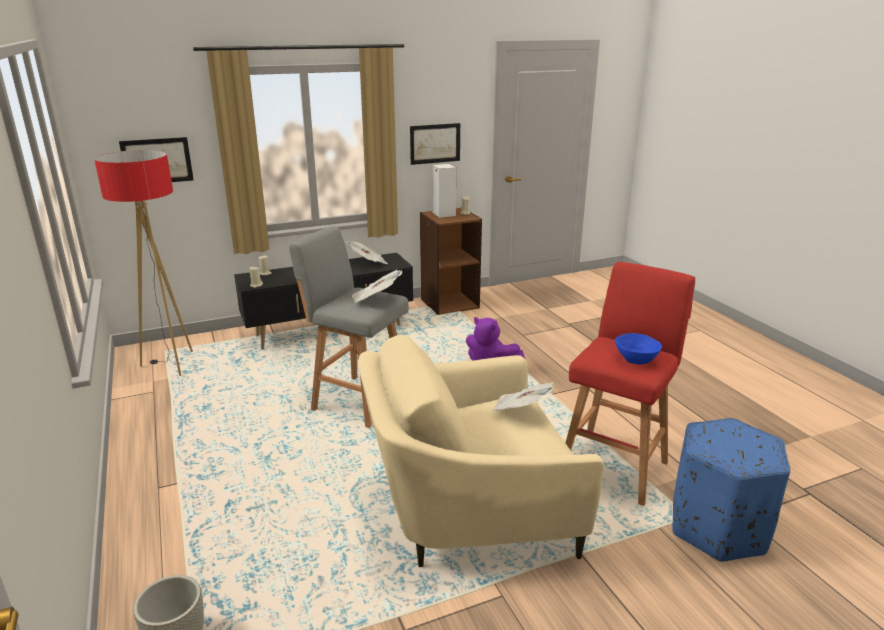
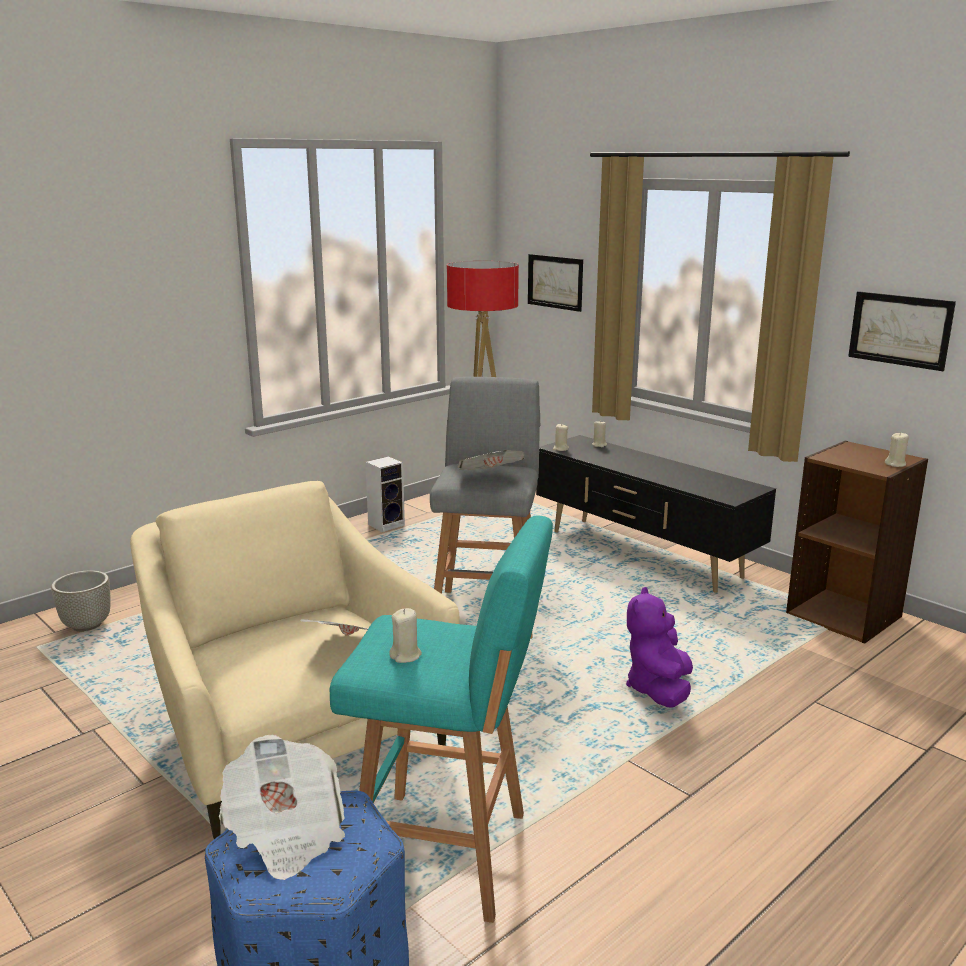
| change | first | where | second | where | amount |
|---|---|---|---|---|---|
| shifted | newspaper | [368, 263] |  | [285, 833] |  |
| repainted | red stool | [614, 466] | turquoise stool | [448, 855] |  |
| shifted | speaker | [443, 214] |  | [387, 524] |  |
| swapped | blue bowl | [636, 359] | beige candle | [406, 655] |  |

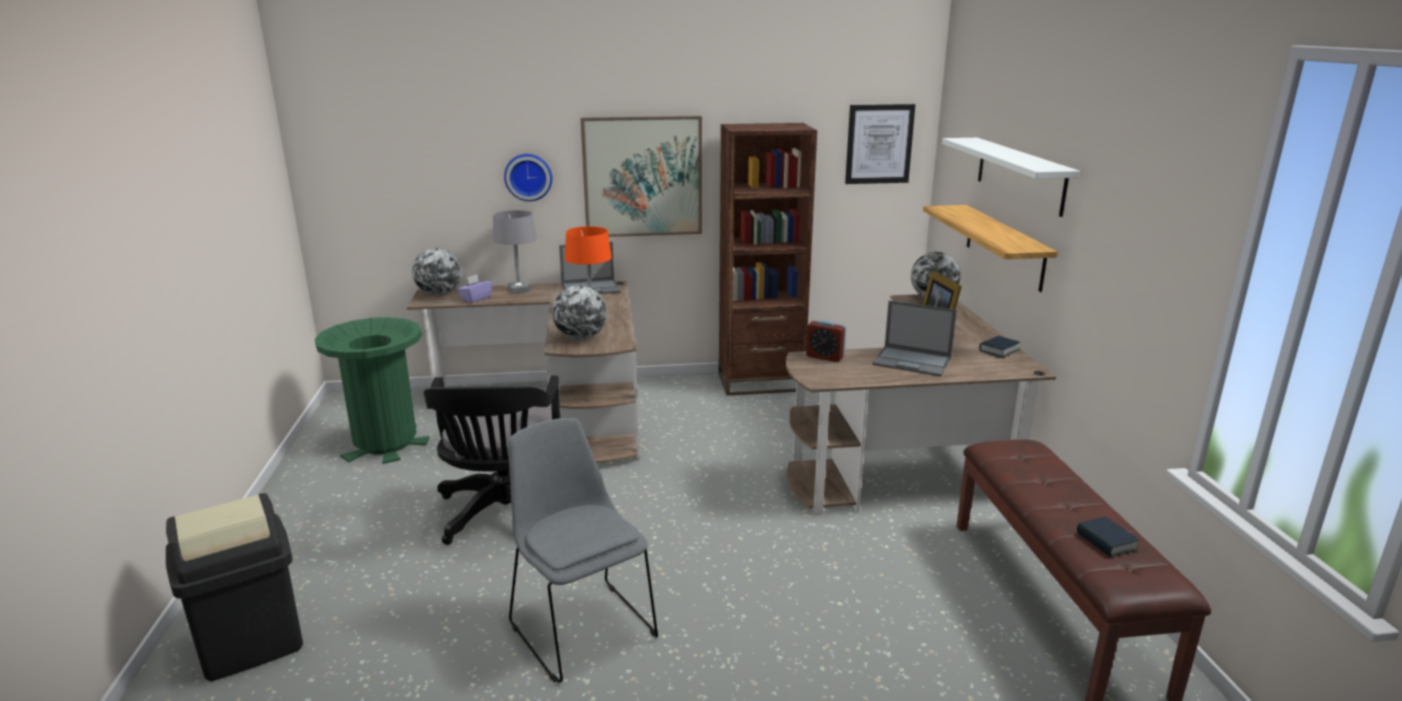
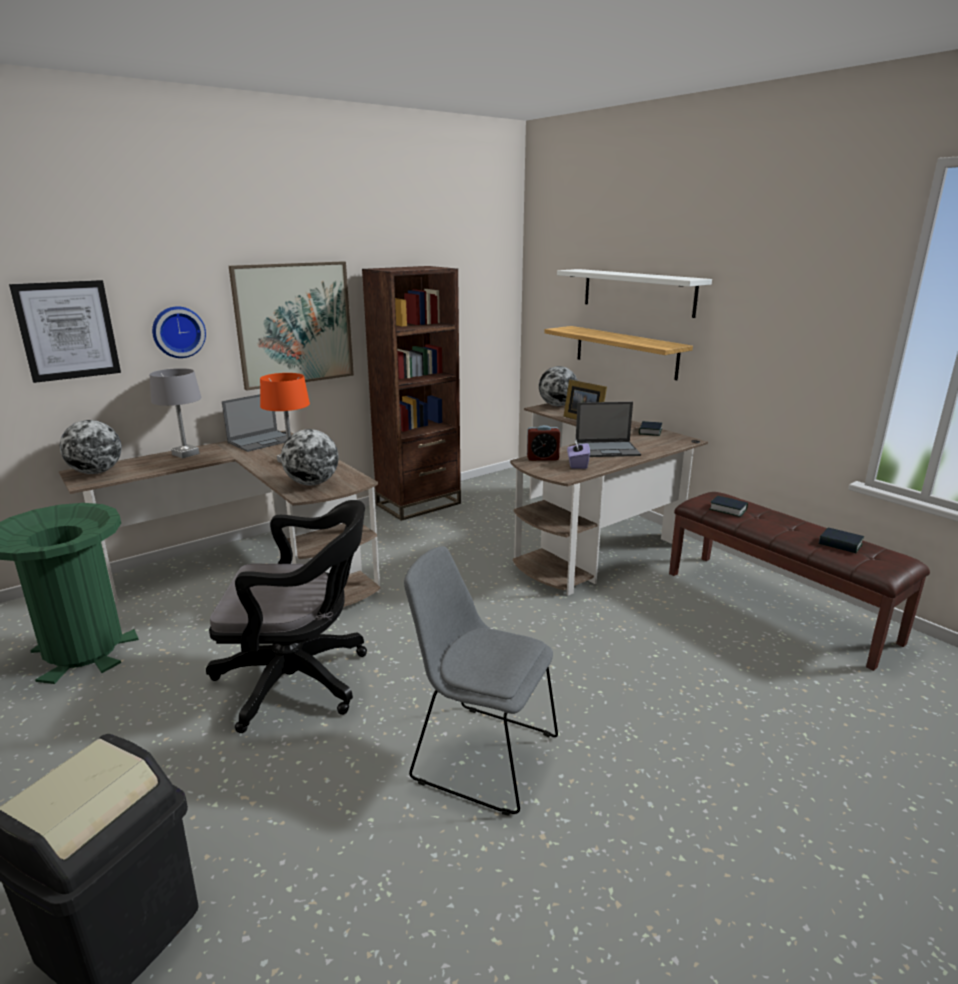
| change | first | where | second | where | amount |
|---|---|---|---|---|---|
| shifted | picture | [879, 144] |  | [67, 330] |  |
| rotated | black office chair | [505, 516] |  | [301, 681] | 60 degrees counterclockwise |
| shifted | purple tissue box | [475, 298] |  | [577, 464] |  |
| new |  |  | book | [728, 509] |  |

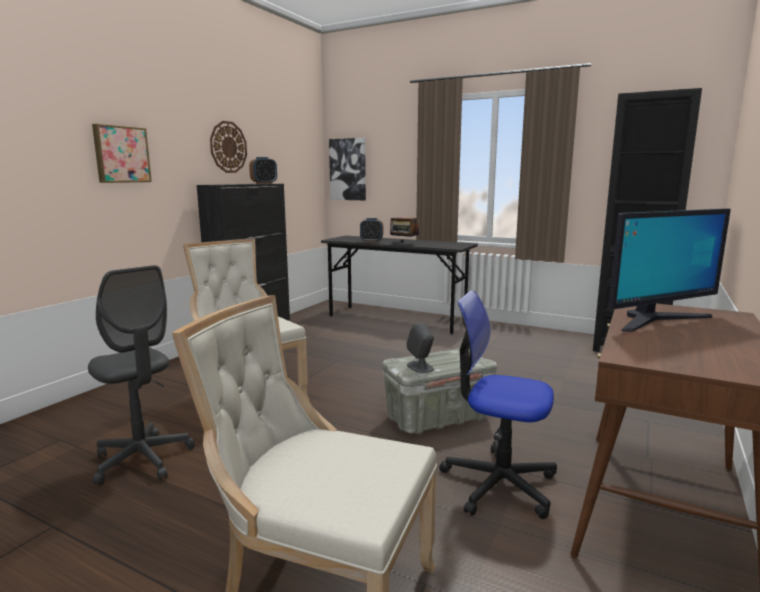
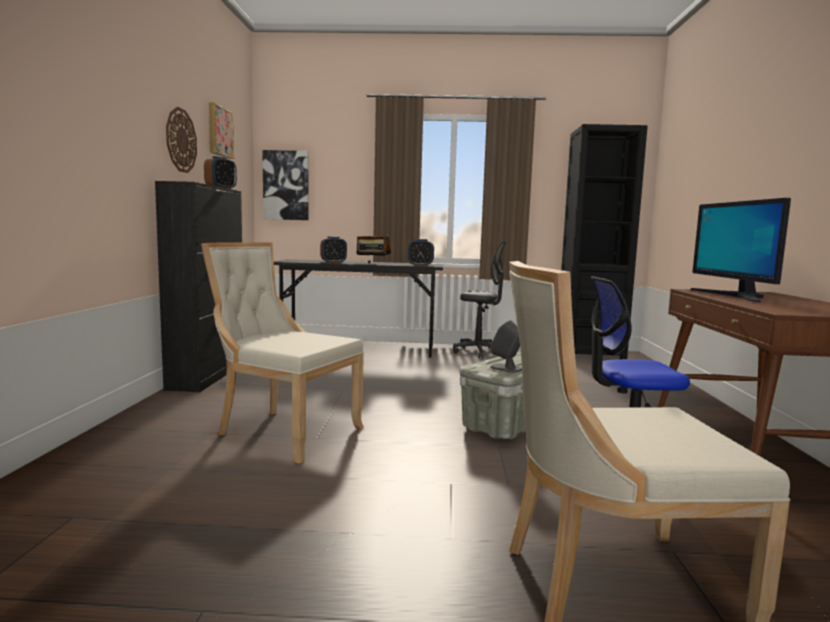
| change | first | where | second | where | amount |
|---|---|---|---|---|---|
| shifted | picture | [121, 154] |  | [219, 132] |  |
| new |  |  | alarm clock | [420, 265] |  |
| shifted | grey office chair | [143, 460] |  | [479, 352] |  |
| rotated | monitor | [656, 320] |  | [734, 296] | 135 degrees clockwise |

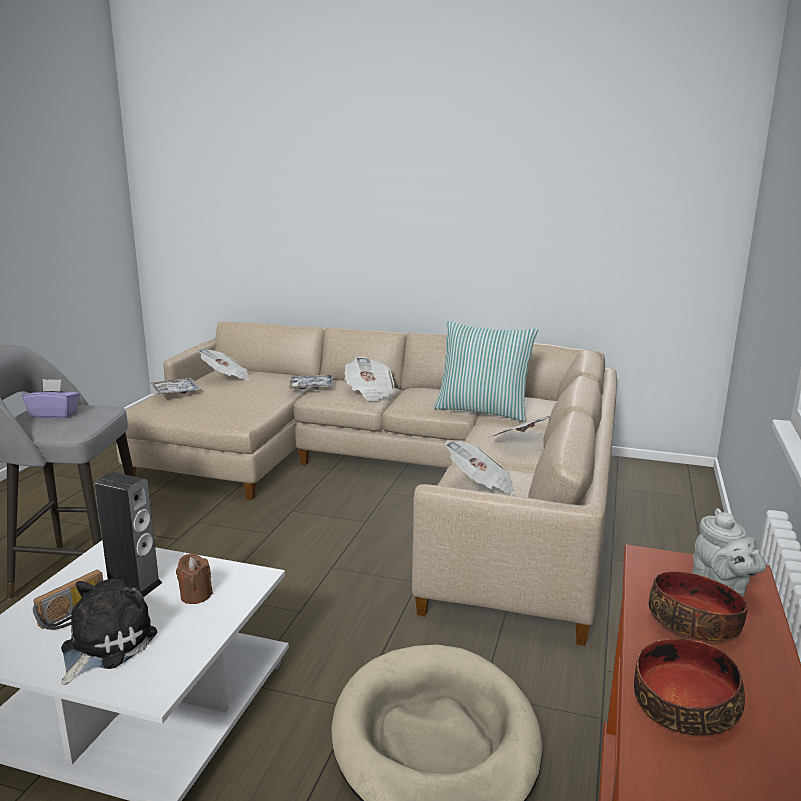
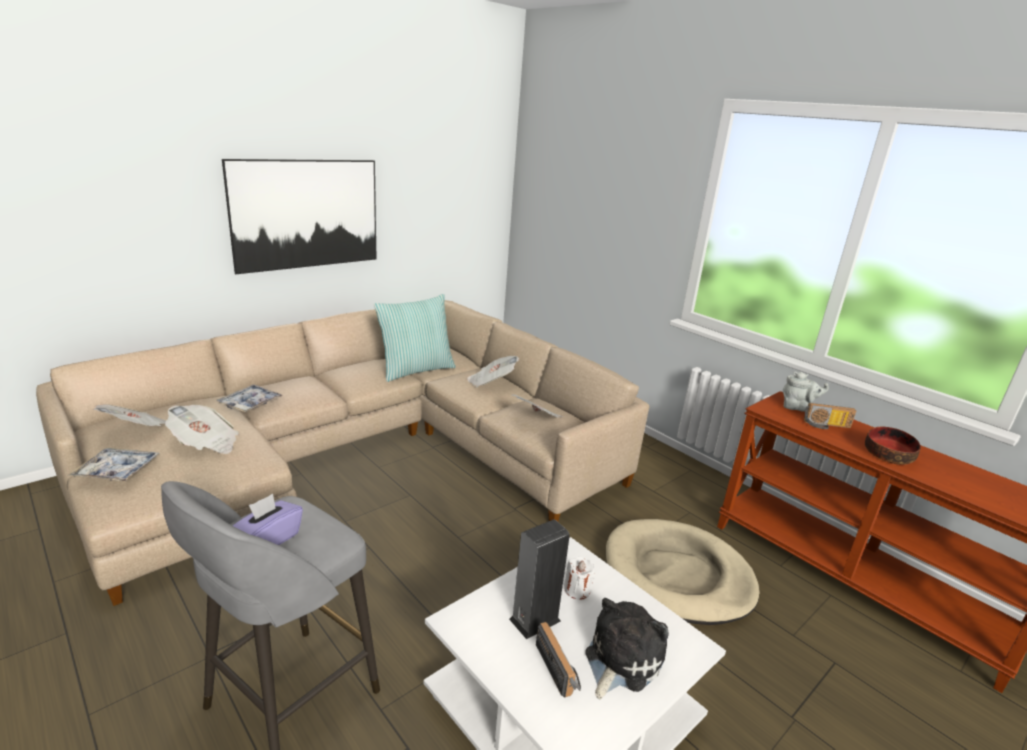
| change | first | where | second | where | amount |
|---|---|---|---|---|---|
| shifted | newspaper | [369, 393] |  | [206, 444] |  |
| new |  |  | picture | [307, 214] |  |
| repainted | brown candle | [196, 595] | white candle | [577, 590] |  |
| rotated | plush toy | [104, 645] |  | [620, 660] | 75 degrees clockwise |
| swapped | bowl | [694, 623] | radio | [826, 426] |  |

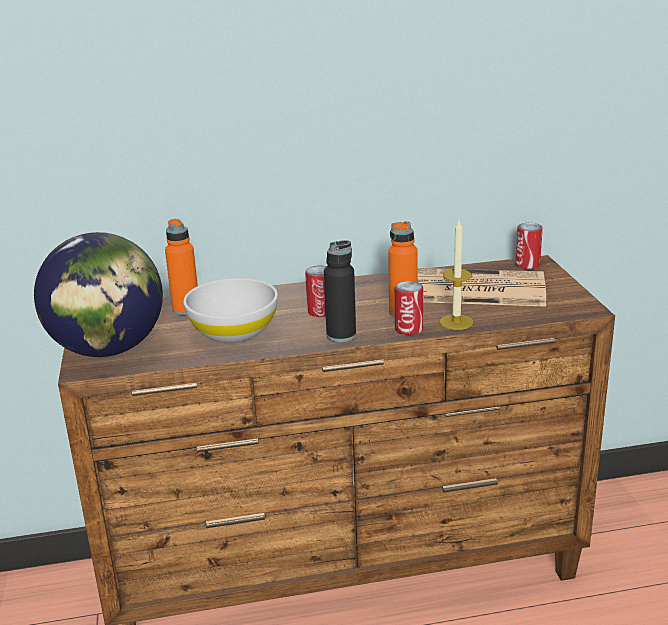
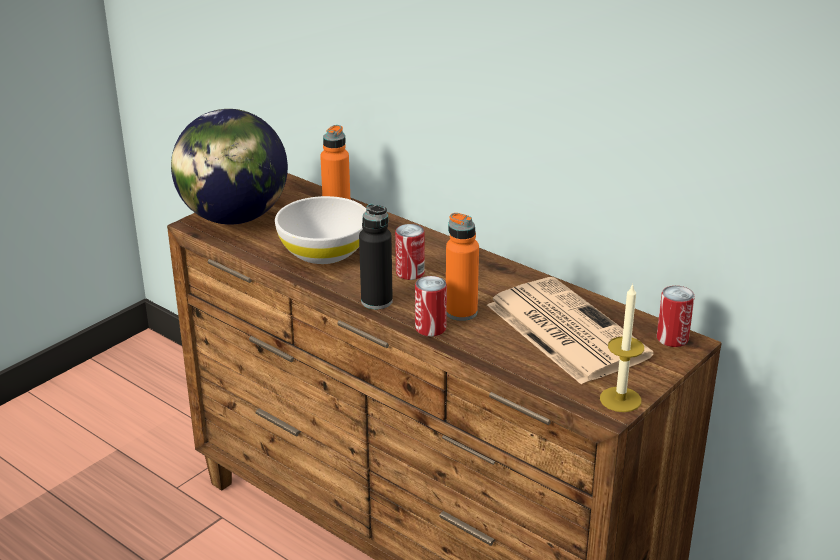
| change | first | where | second | where | amount |
|---|---|---|---|---|---|
| shifted | candle | [456, 322] |  | [620, 399] |  |

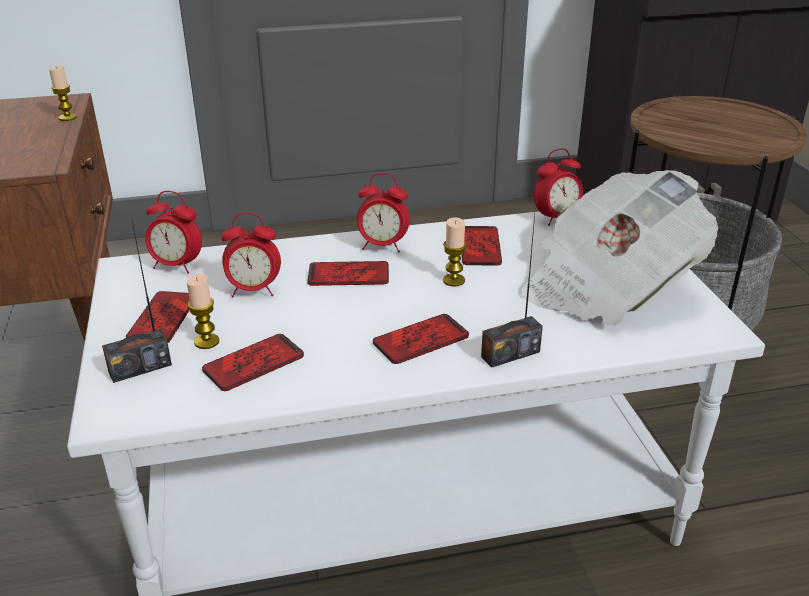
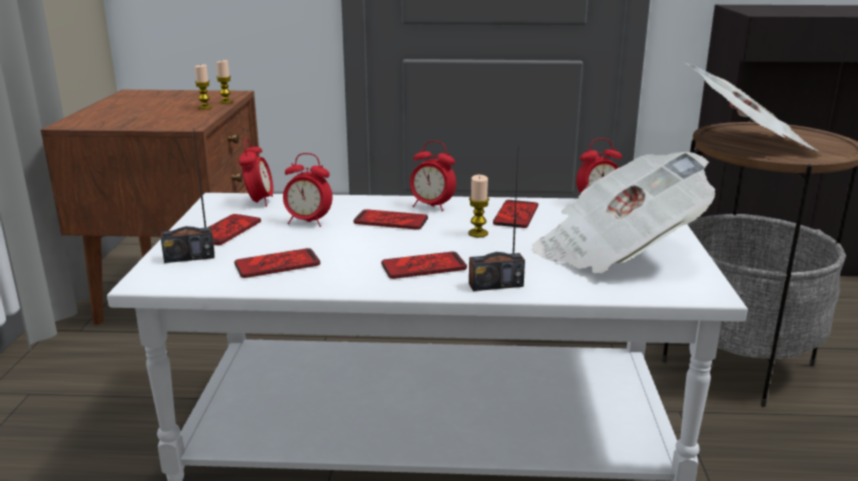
| change | first | where | second | where | amount |
|---|---|---|---|---|---|
| shifted | candle | [206, 341] |  | [205, 107] |  |
| rotated | alarm clock | [177, 266] |  | [259, 202] | 120 degrees counterclockwise |
| new |  |  | newspaper | [746, 142] |  |

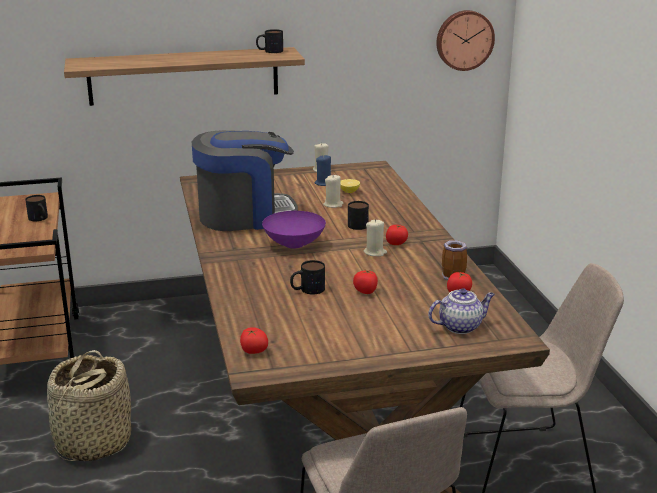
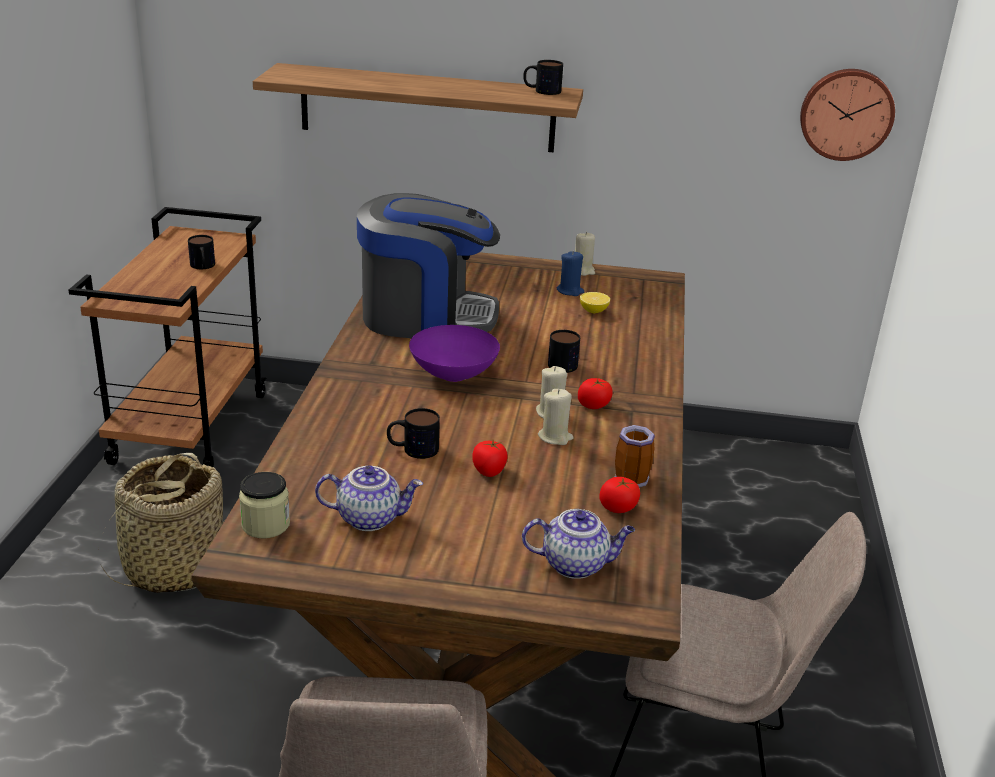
| change | first | where | second | where | amount |
|---|---|---|---|---|---|
| swapped | tomato | [253, 351] | jar | [265, 525] |  |
| new |  |  | teapot | [370, 518] |  |
| shifted | beige candle | [333, 204] |  | [555, 437] |  |

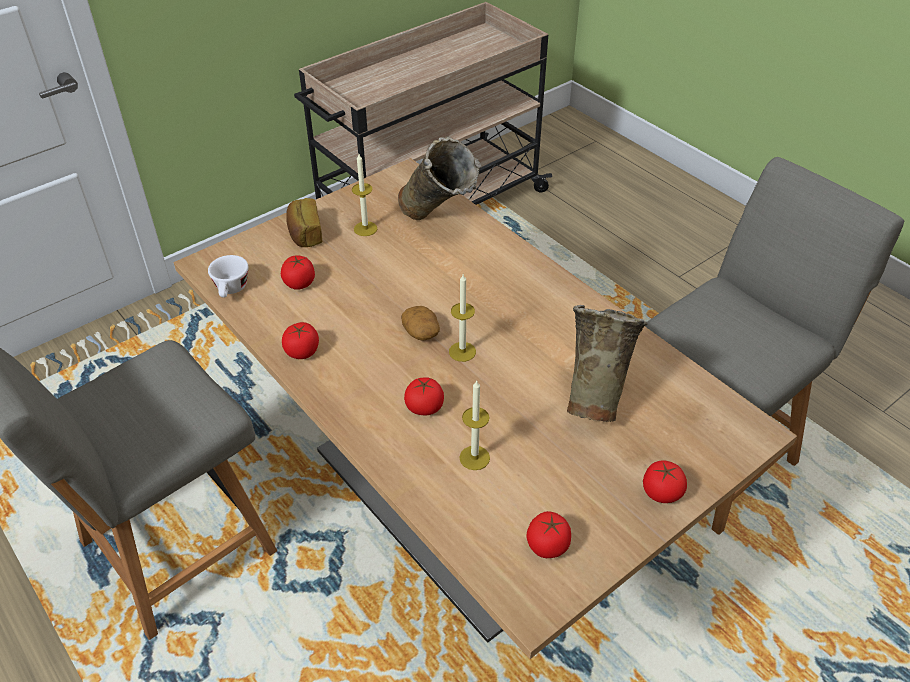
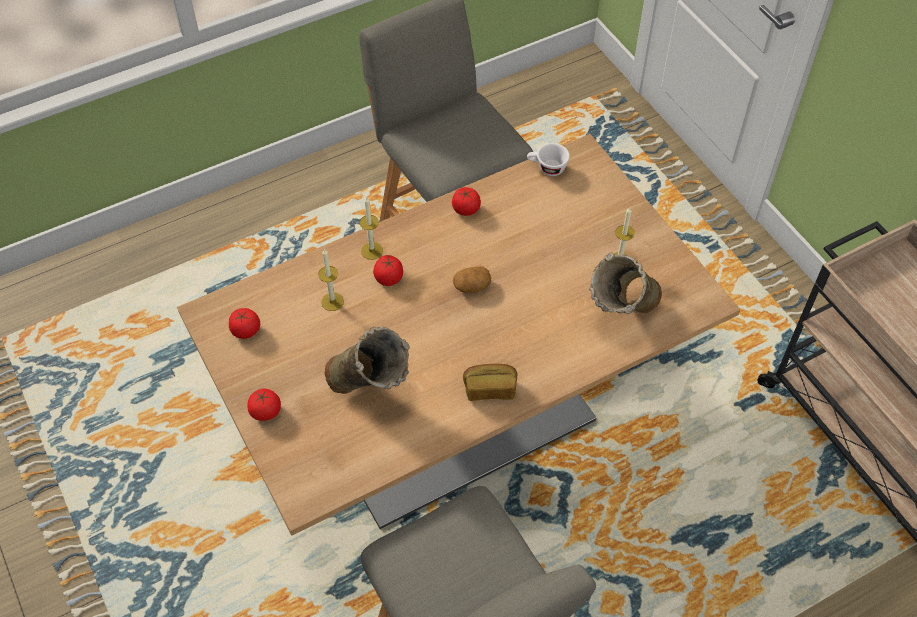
| change | first | where | second | where | amount |
|---|---|---|---|---|---|
| shifted | candle | [462, 351] |  | [372, 251] |  |
| shifted | bread | [304, 234] |  | [490, 388] |  |
| gone | tomato | [299, 283] |  |  |  |

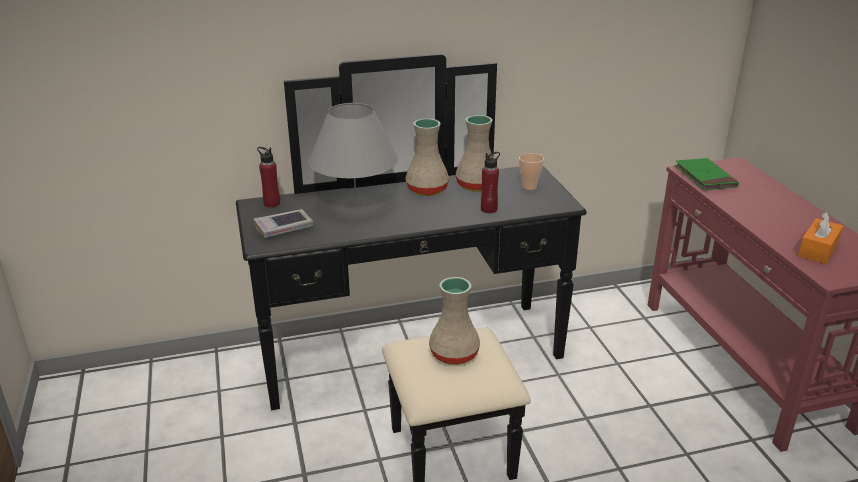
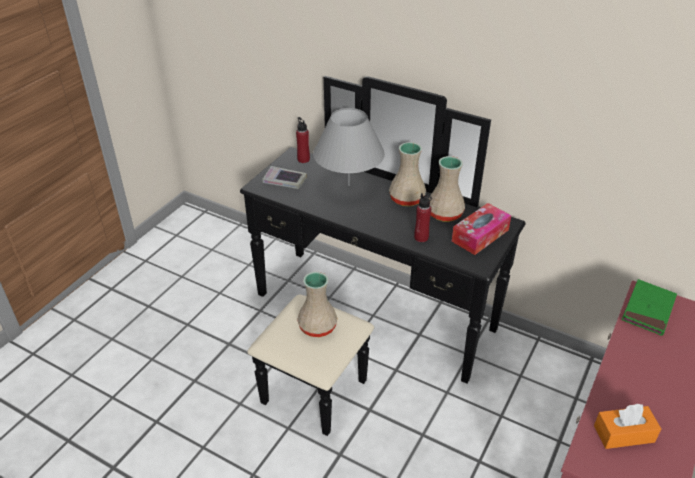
| change | first | where | second | where | amount |
|---|---|---|---|---|---|
| swapped | cup | [529, 187] | tissue box | [480, 235] |  |

